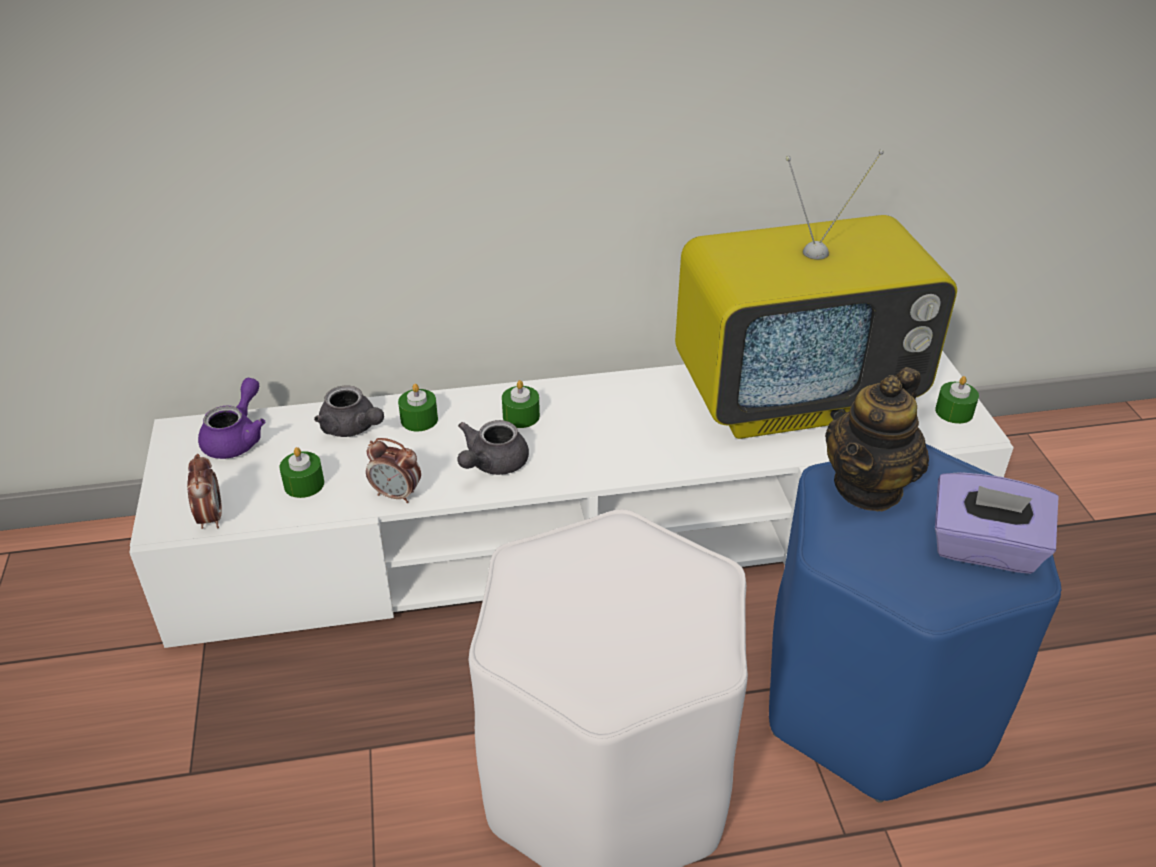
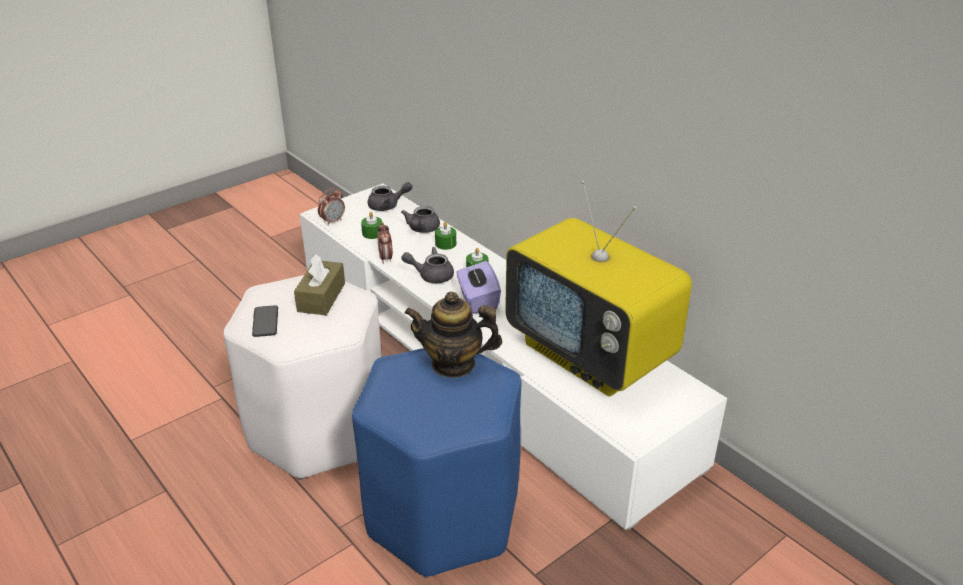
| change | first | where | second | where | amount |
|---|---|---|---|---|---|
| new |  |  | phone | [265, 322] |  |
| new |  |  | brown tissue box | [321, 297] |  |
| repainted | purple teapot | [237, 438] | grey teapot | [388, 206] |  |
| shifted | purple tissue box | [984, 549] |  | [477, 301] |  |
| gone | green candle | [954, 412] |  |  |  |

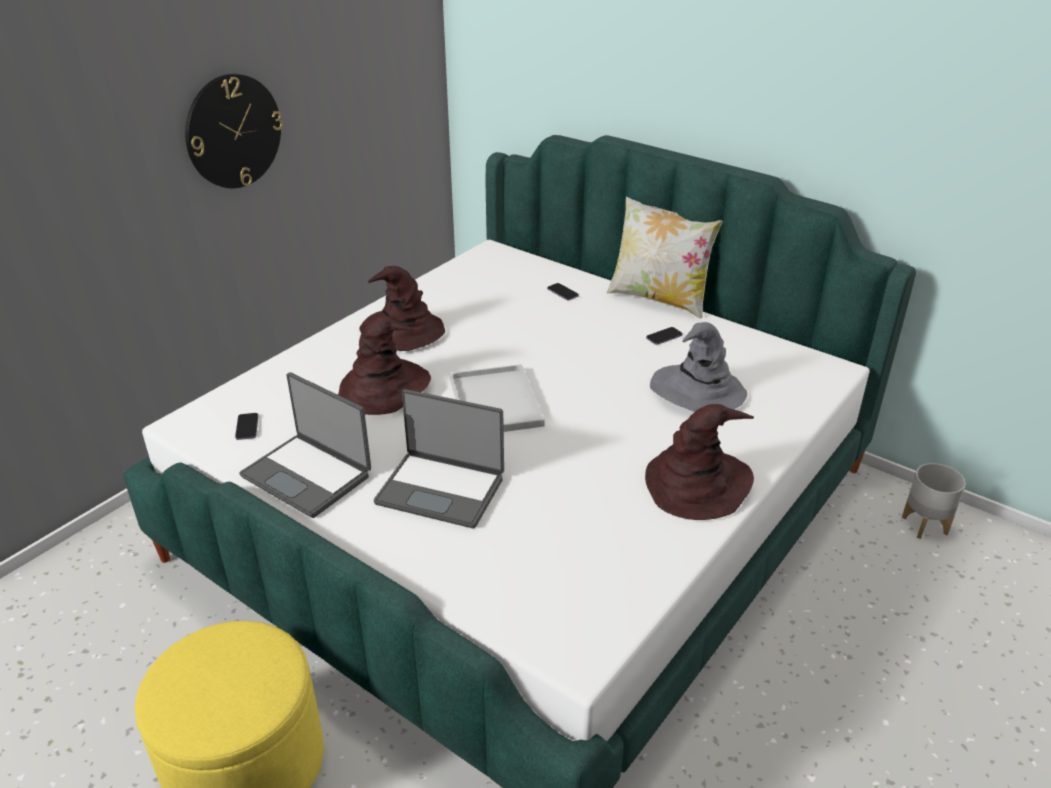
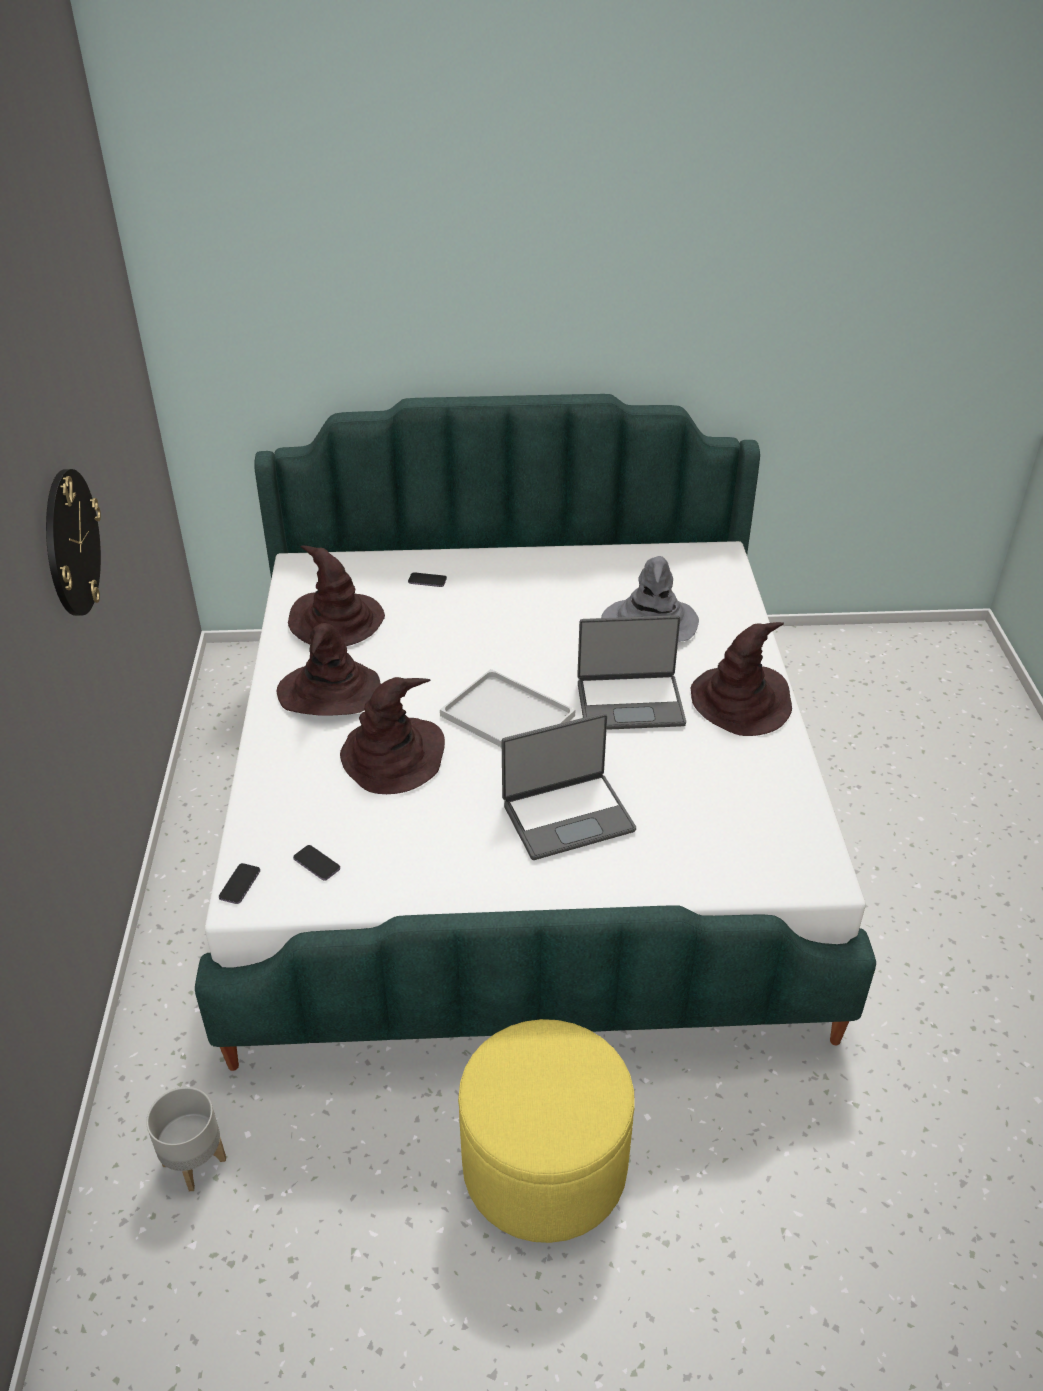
| change | first | where | second | where | amount |
|---|---|---|---|---|---|
| shifted | grey planter | [924, 524] |  | [194, 1161] |  |
| shifted | phone | [664, 337] |  | [240, 885] |  |
| new |  |  | brown hat | [336, 622] |  |
| shifted | laptop | [308, 475] |  | [630, 702] |  |
| gone | pillow | [659, 299] |  |  |  |

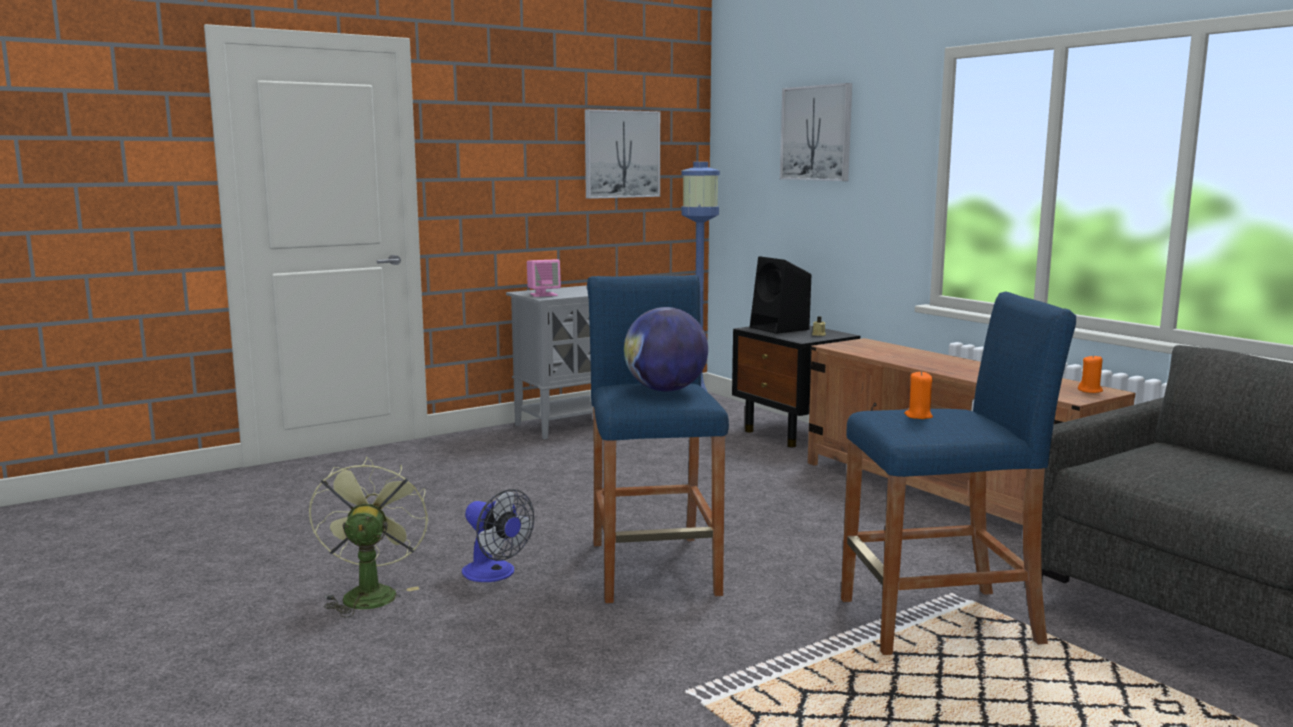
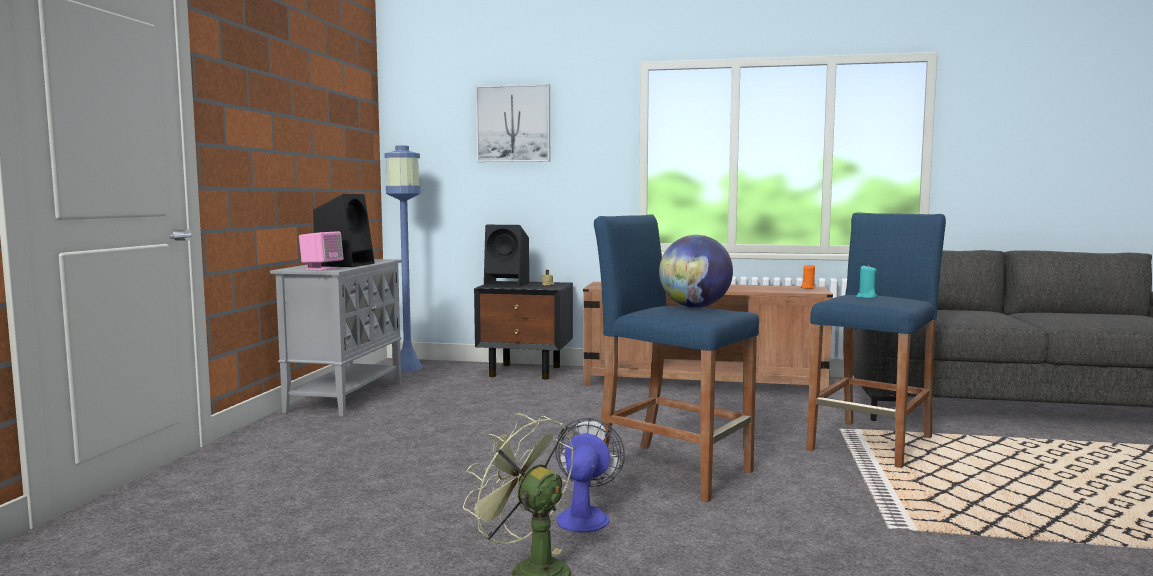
| change | first | where | second | where | amount |
|---|---|---|---|---|---|
| new |  |  | black speaker | [345, 264] |  |
| rotated | fan | [495, 574] |  | [585, 516] | 75 degrees counterclockwise |
| repainted | orange candle | [918, 416] | turquoise candle | [866, 297] |  |
| gone | picture | [621, 154] |  |  |  |

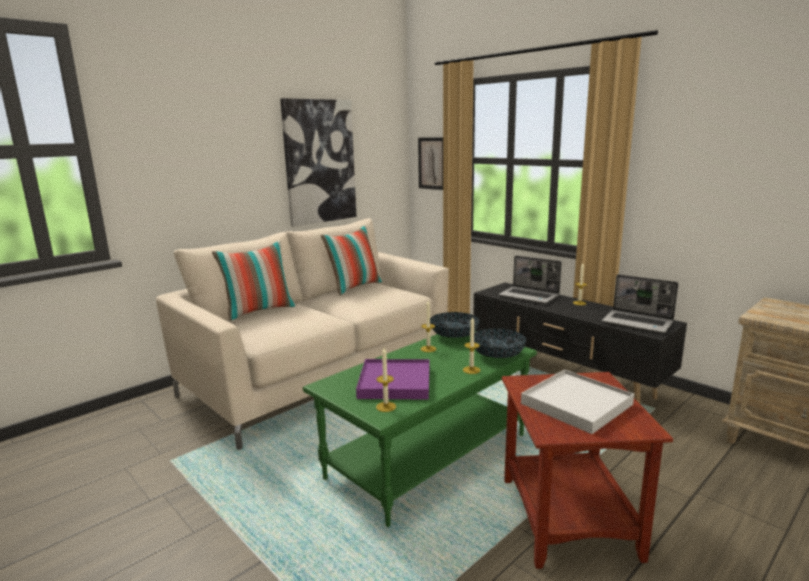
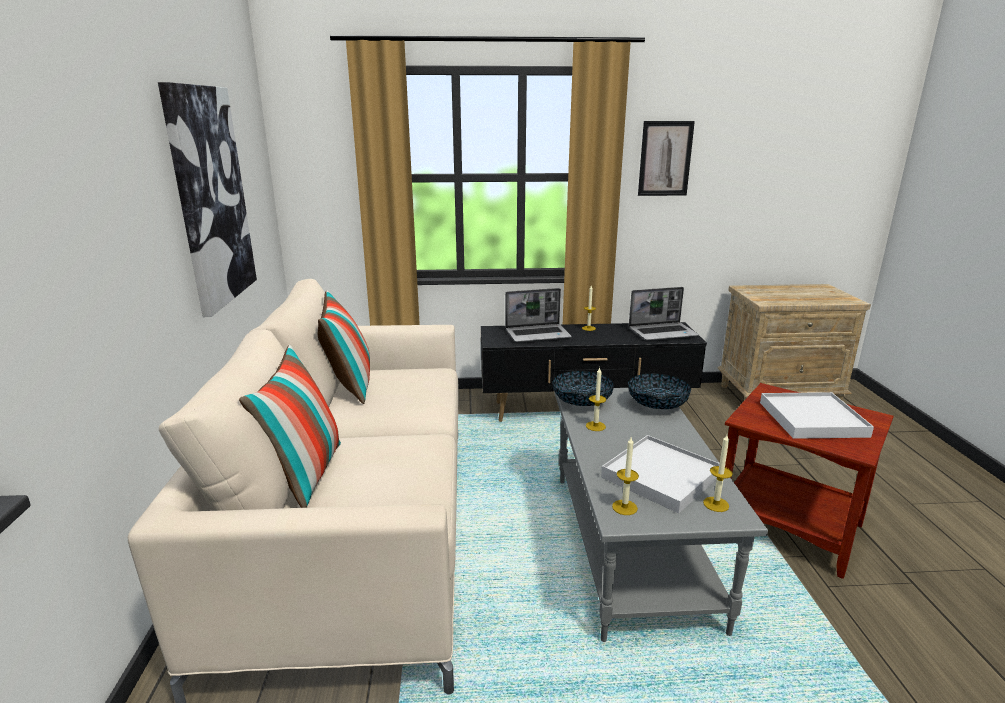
| change | first | where | second | where | amount |
|---|---|---|---|---|---|
| repainted | green coffee table | [428, 455] | grey coffee table | [628, 545] |  |
| repainted | purple tray | [395, 382] | white tray | [660, 476] |  |
| shifted | candle | [471, 370] |  | [624, 507] |  |
| shifted | picture | [432, 163] |  | [665, 158] |  |

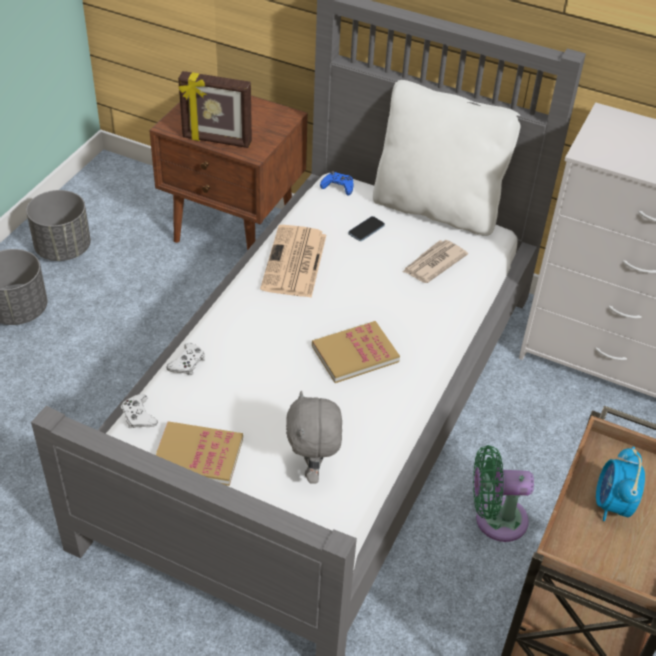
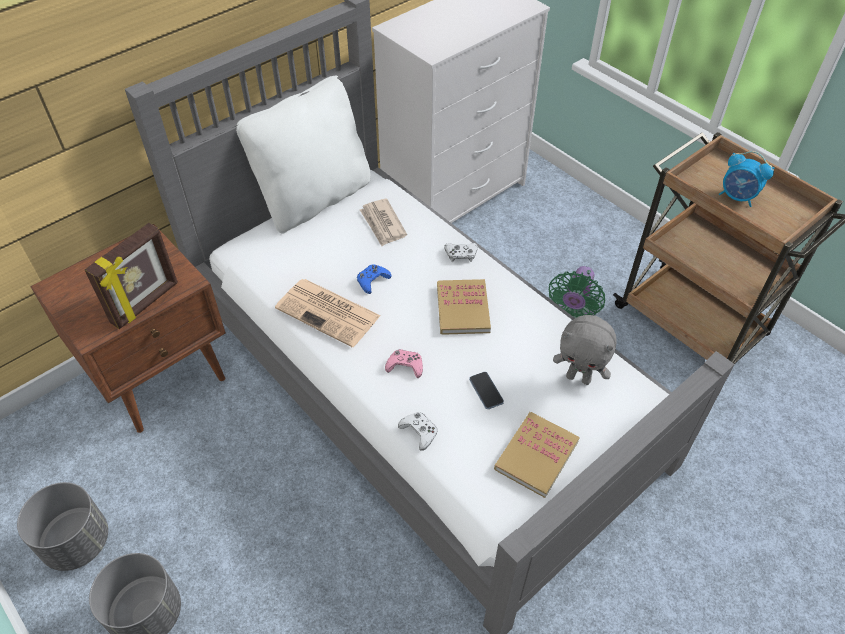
| change | first | where | second | where | amount |
|---|---|---|---|---|---|
| shifted | blue game controller | [338, 186] |  | [372, 281] |  |
| new |  |  | pink game controller | [405, 366] |  |
| shifted | white game controller | [138, 416] |  | [461, 255] |  |
| shifted | phone | [366, 230] |  | [486, 391] |  |

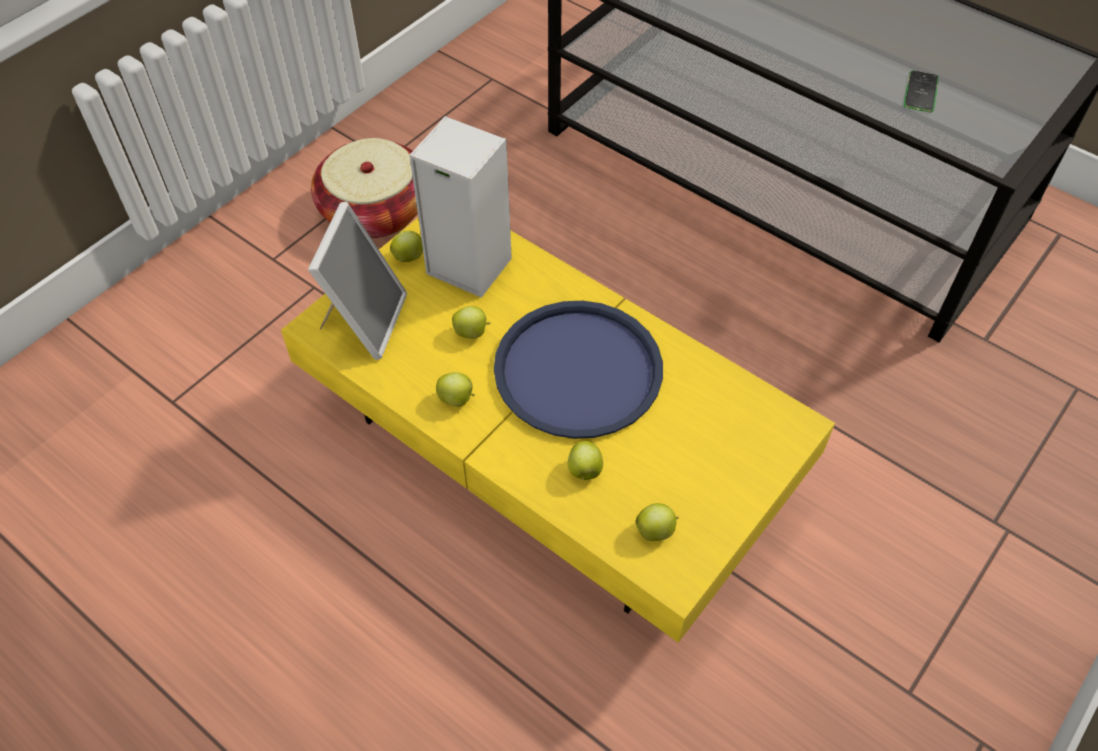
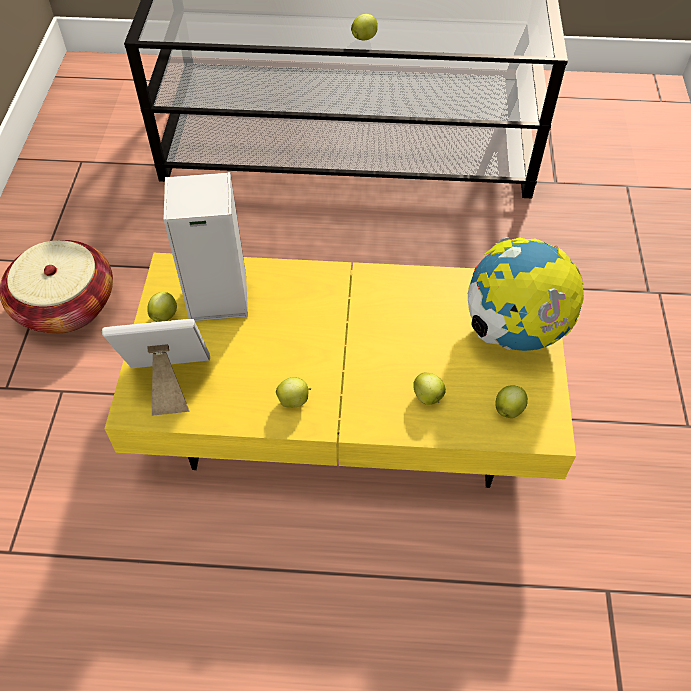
| change | first | where | second | where | amount |
|---|---|---|---|---|---|
| rotated | picture frame | [364, 320] |  | [169, 383] | 75 degrees counterclockwise |
| shifted | apple | [472, 332] |  | [364, 38] |  |
| new |  |  | globe | [513, 331] |  |
| gone | blue tray | [578, 370] |  |  |  |
| gone | phone | [920, 92] |  |  |  |

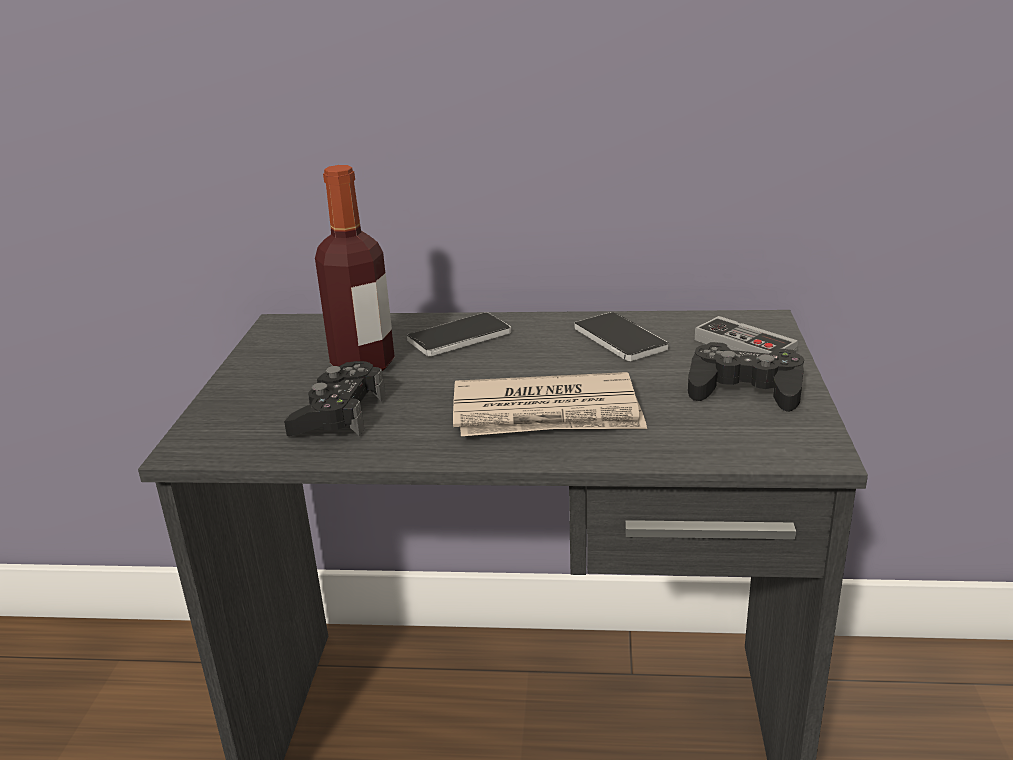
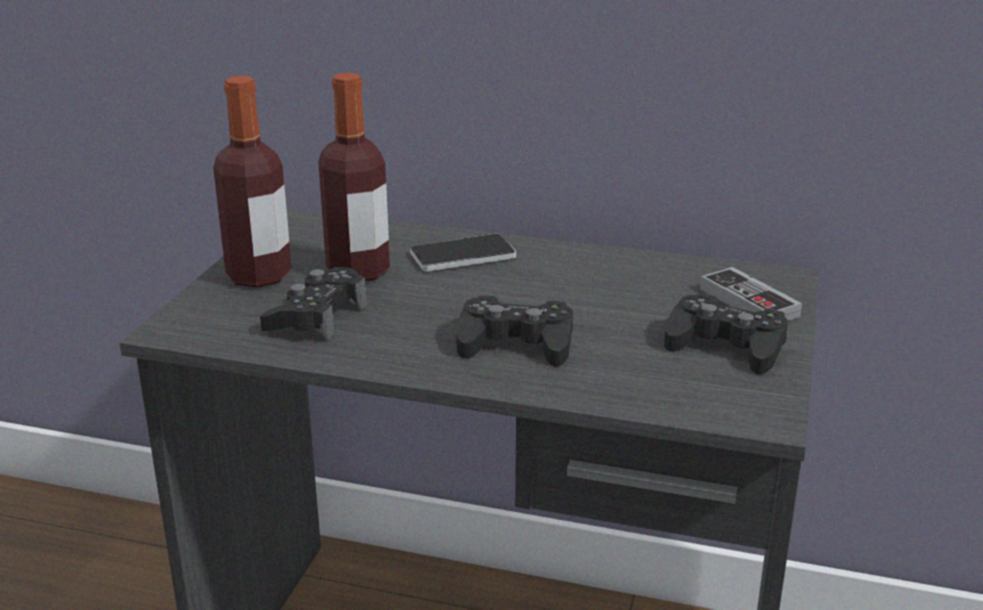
| change | first | where | second | where | amount |
|---|---|---|---|---|---|
| new |  |  | bottle | [259, 276] |  |
| swapped | newspaper | [548, 414] | black game controller | [516, 344] |  |
| gone | phone | [620, 339] |  |  |  |

